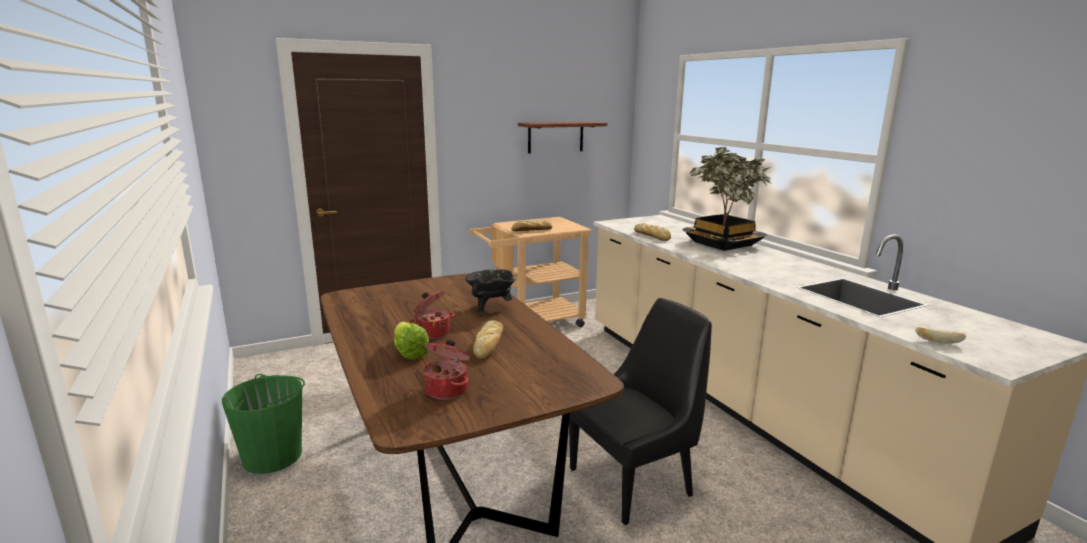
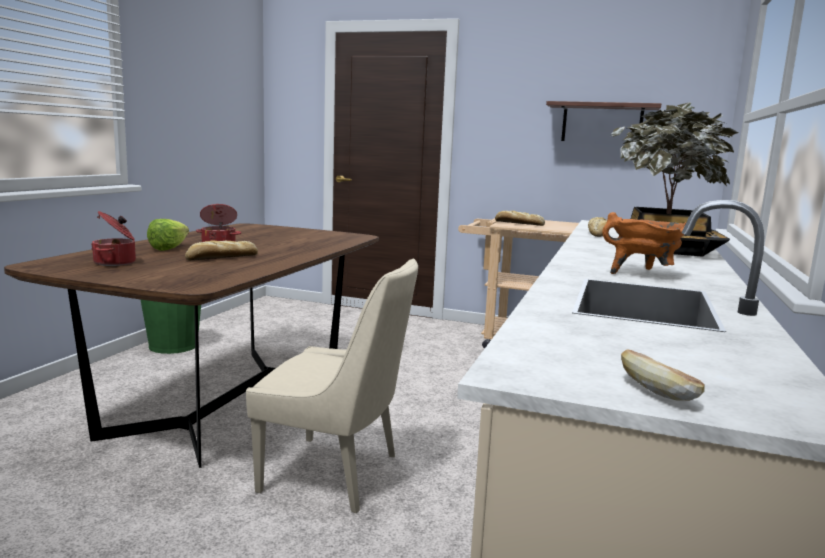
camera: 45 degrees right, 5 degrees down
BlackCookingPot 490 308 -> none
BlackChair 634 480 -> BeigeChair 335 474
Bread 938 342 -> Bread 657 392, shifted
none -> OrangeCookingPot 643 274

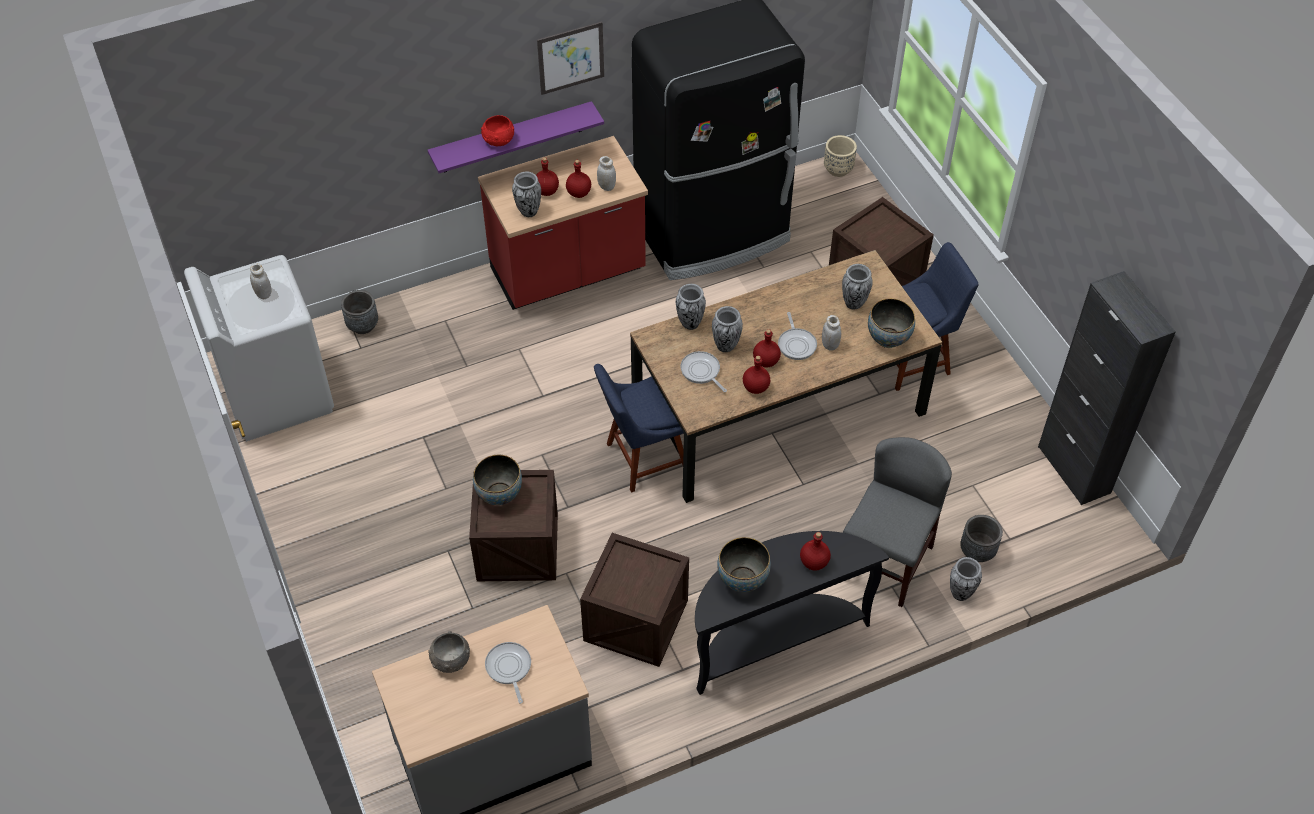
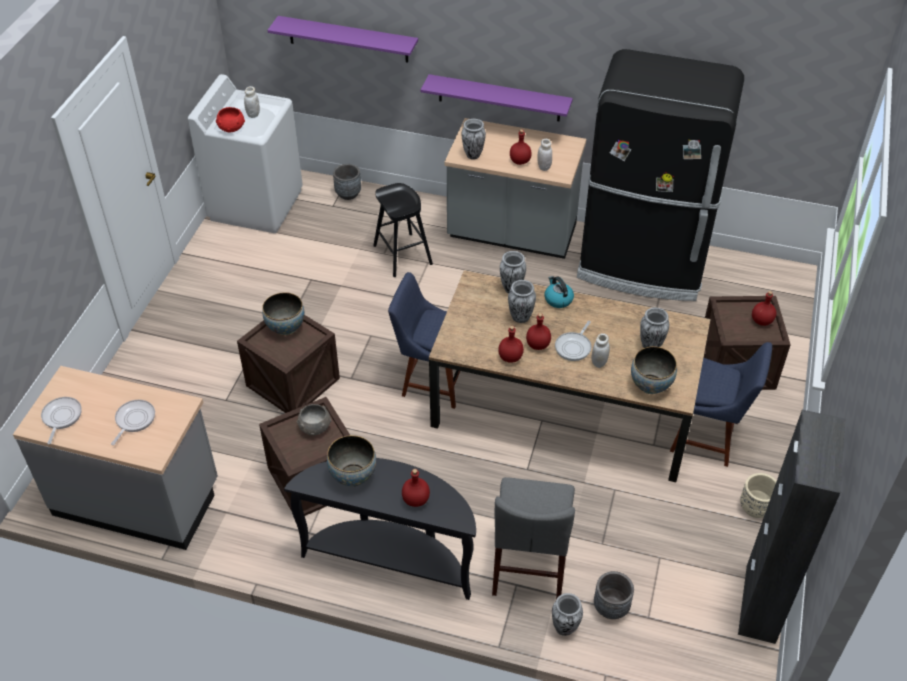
camera: 40 degrees right, 5 degrees down
Picture 571 58 -> none
RedBowl 498 140 -> RedBowl 231 128, shifted
BeigePlanter 838 169 -> BeigePlanter 755 508, shifted
RedCounter 568 273 -> GreyCounter 511 234
RedBottle 547 191 -> RedBottle 762 321, shifted
FryingPan 701 372 -> FryingPan 61 417, shifted
GreyChair 885 563 -> GreyChair 529 565, 120 degrees clockwise
GreyBowl 450 660 -> GreyBowl 314 427, shifted
none -> PurpleShelf 348 39
none -> BlackStool 402 255
none -> Kettle 558 299

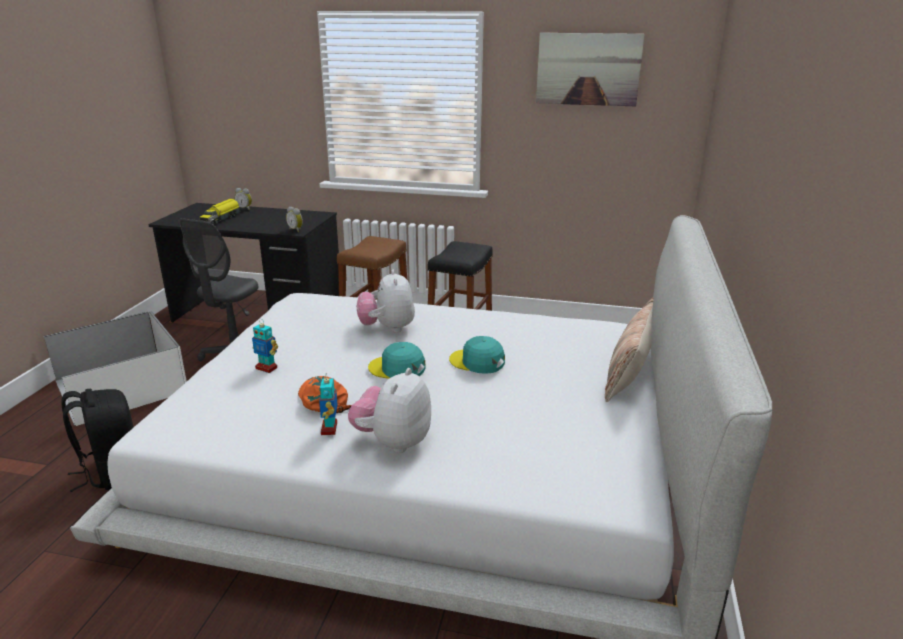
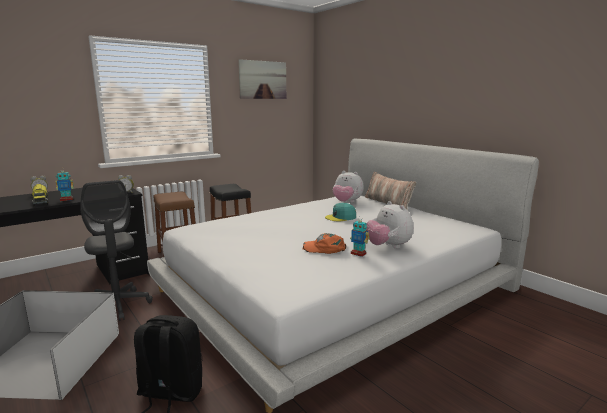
camera: 50 degrees left, 10 degrees down
PlushToy 387 328 -> PlushToy 346 202, shifted
ToyRobot 267 368 -> ToyRobot 66 199, shifted
TurquoiseCap 397 368 -> none

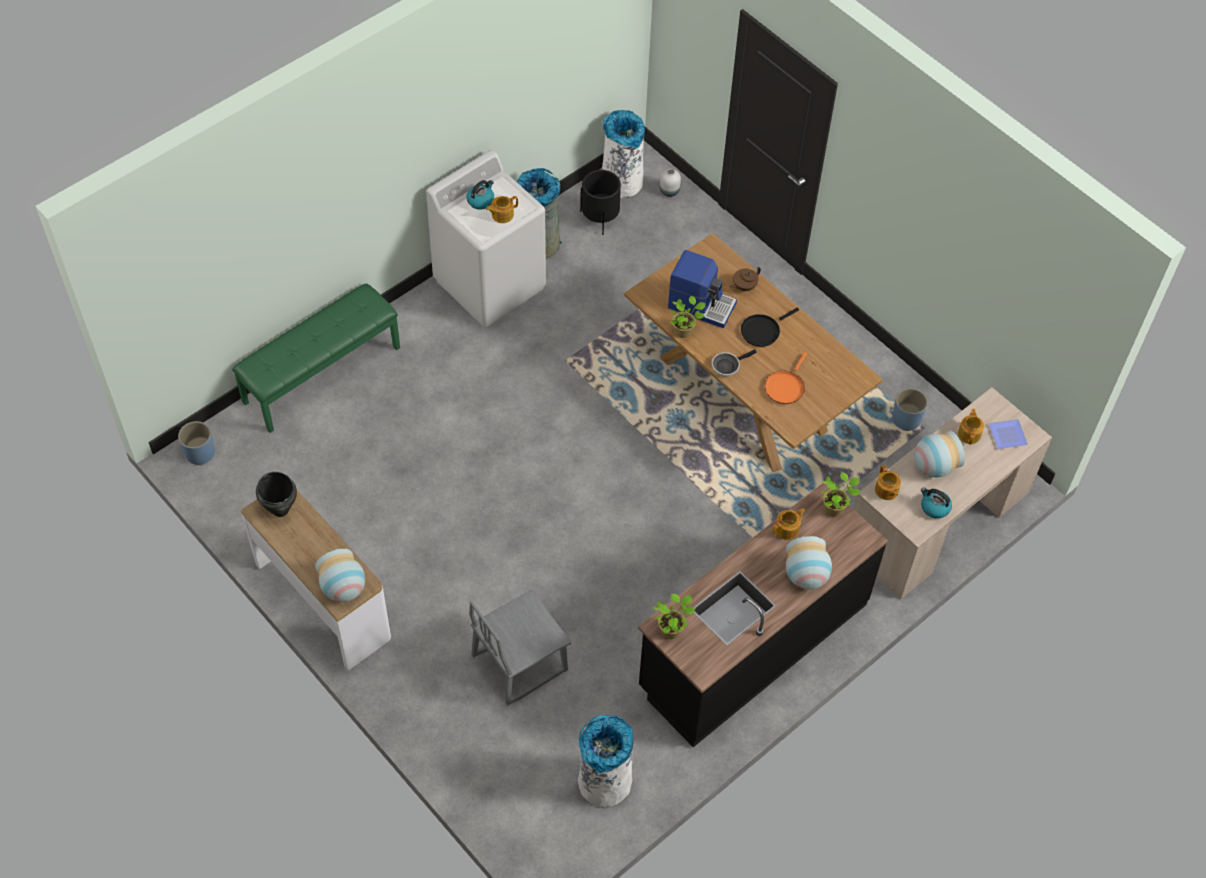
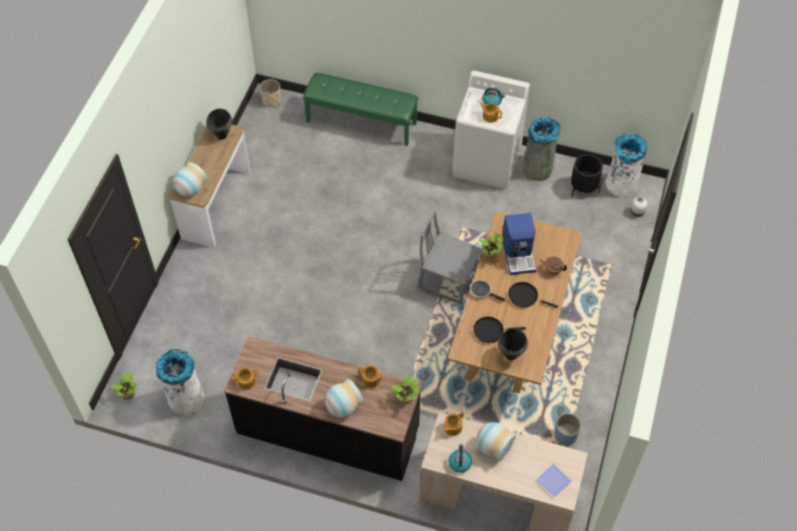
camera: 60 degrees right, 0 degrees up
OrangeFryingPan 785 387 -> BlackFryingPan 491 331
Teapot 969 434 -> Teapot 247 382, shifted
BluePlanter 200 453 -> BeigePlanter 271 100
GreyChair 519 662 -> GreyChair 448 279, shifted
PottedPlant 671 629 -> PottedPlant 129 394, shifted
none -> BlackCookingPot 511 355

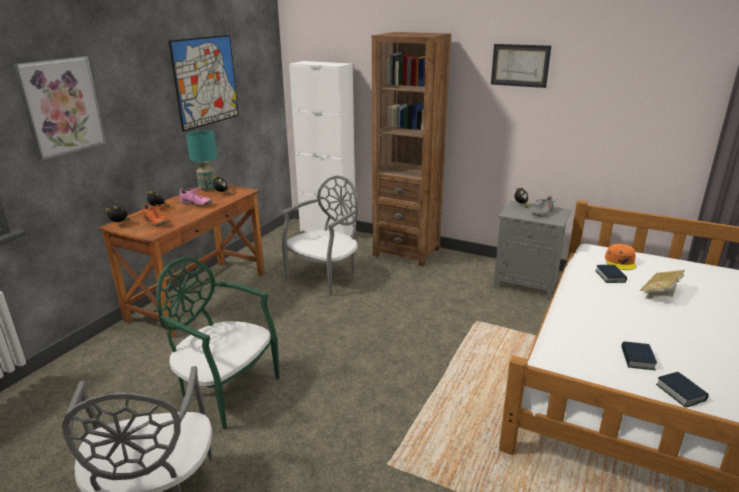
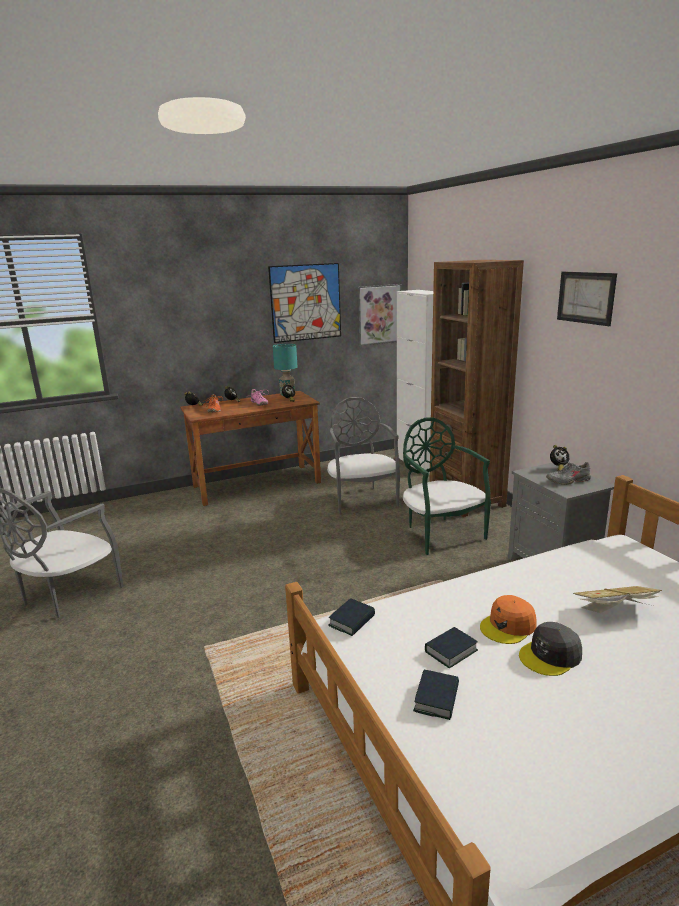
camera: 40 degrees right, 5 degrees down
Picture 61 106 -> Picture 379 314, shifted
GreyChair 325 277 -> GreyChair 362 499, 90 degrees counterclockwise
OrangeCap 620 262 -> OrangeCap 508 626, shifted
GreenChair 225 390 -> GreenChair 441 533, shifted
Book 610 276 -> Book 352 621, shifted
none -> GreyCap 550 655

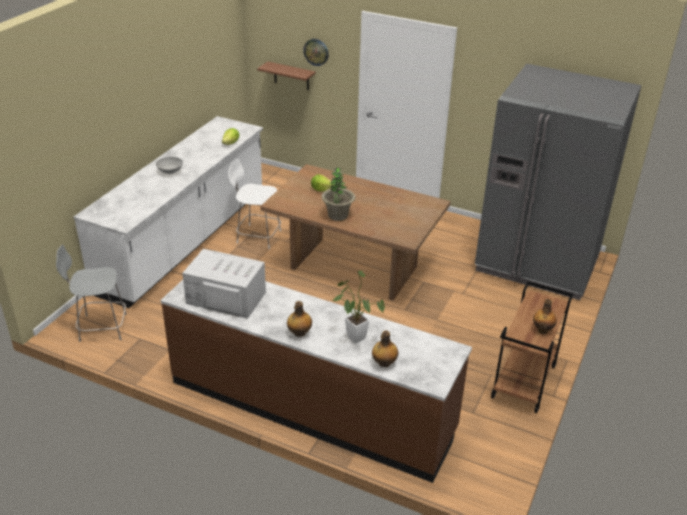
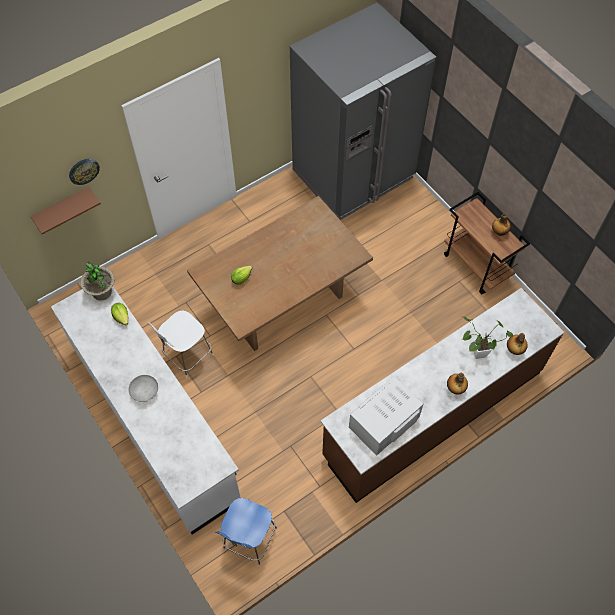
camera: 60 degrees left, 25 degrees up
PottedPlant 337 215 -> PottedPlant 102 292, shifted
GreyChair 101 327 -> BlueChair 249 539

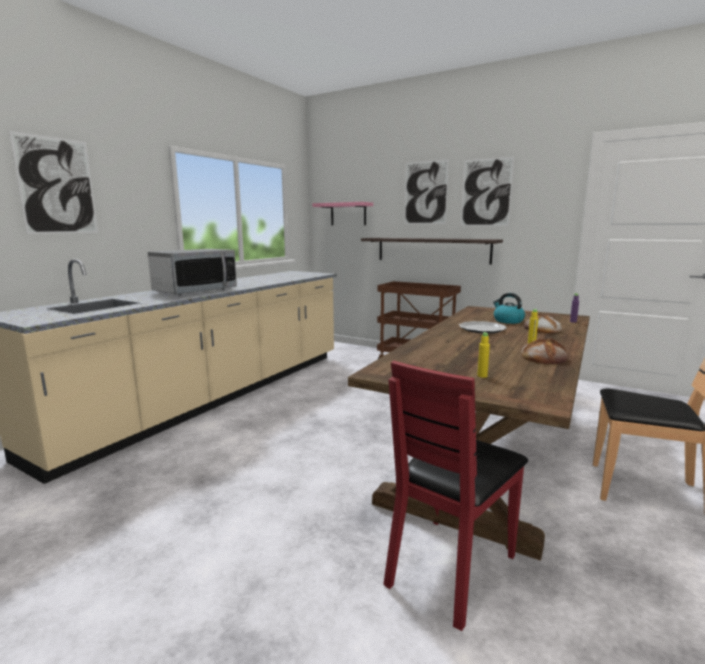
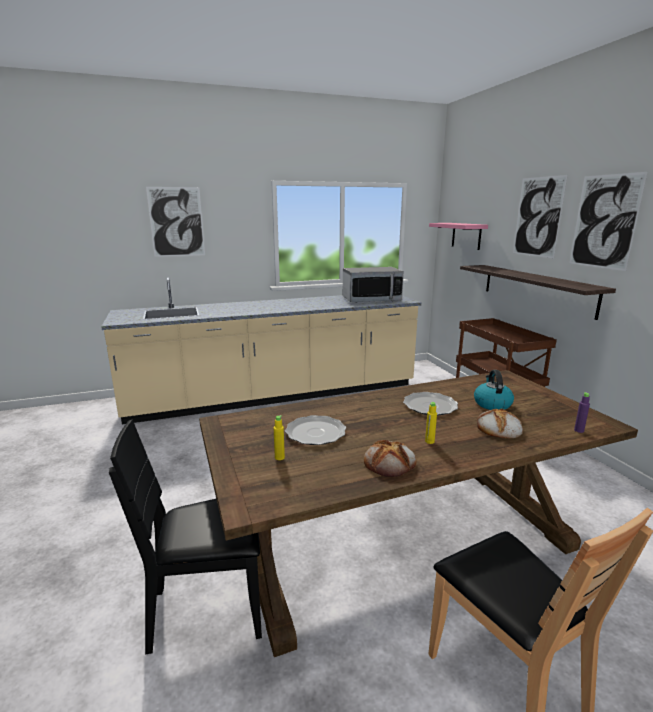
camera: 40 degrees right, 5 degrees up
Microwave 195 290 -> Microwave 371 300, shifted
RedChair 450 568 -> BlackChair 208 610
none -> Plate 316 433

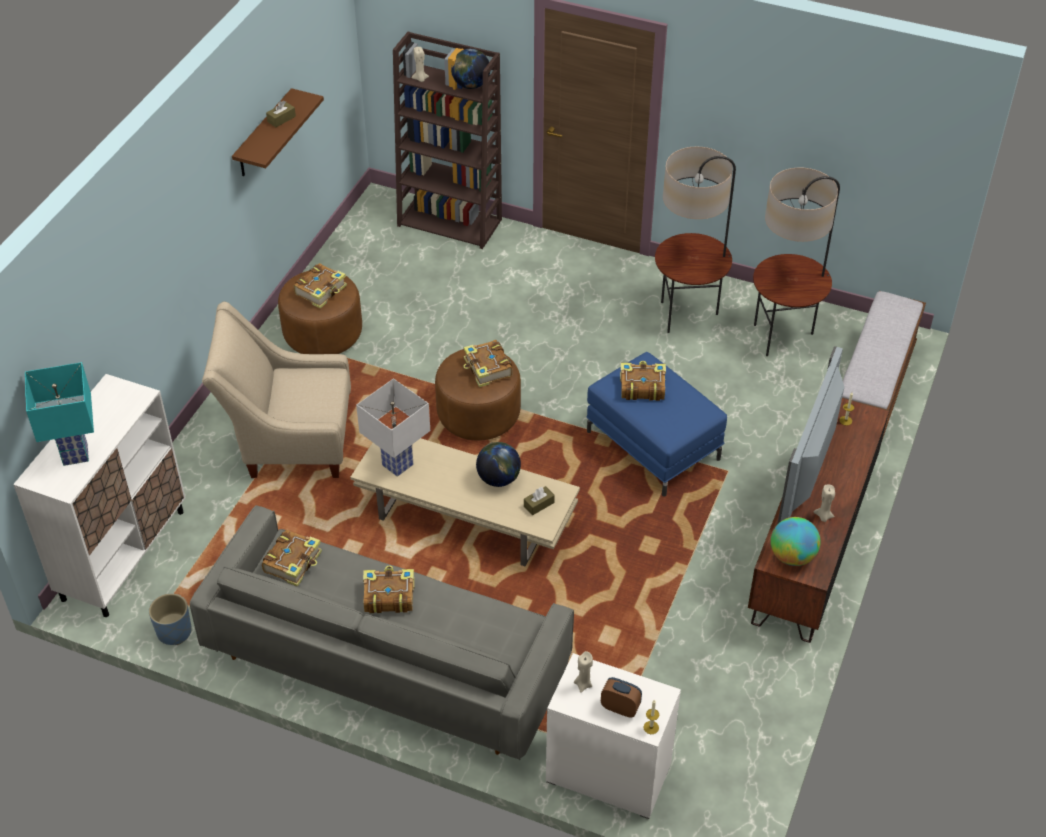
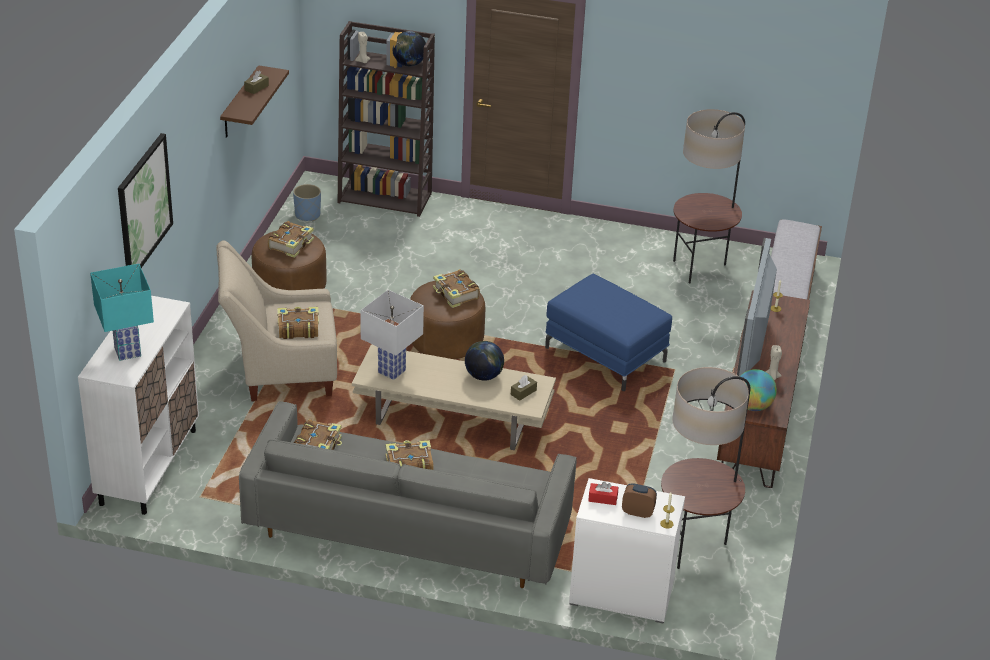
camera: 10 degrees left, 10 degrees down
FloorLamp 687 316 -> FloorLamp 694 548, shifted
Book 641 387 -> Book 297 328, shifted
BluePlanter 174 632 -> BluePlanter 307 215, shifted
BeigeCandle 583 684 -> RedTissueBox 602 498
none -> Picture 144 206

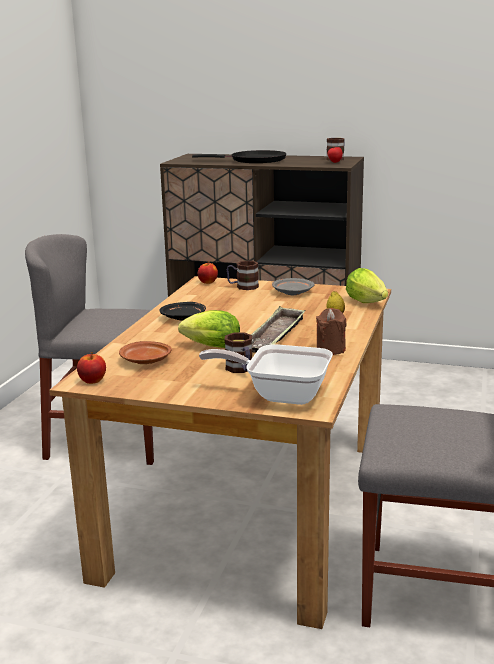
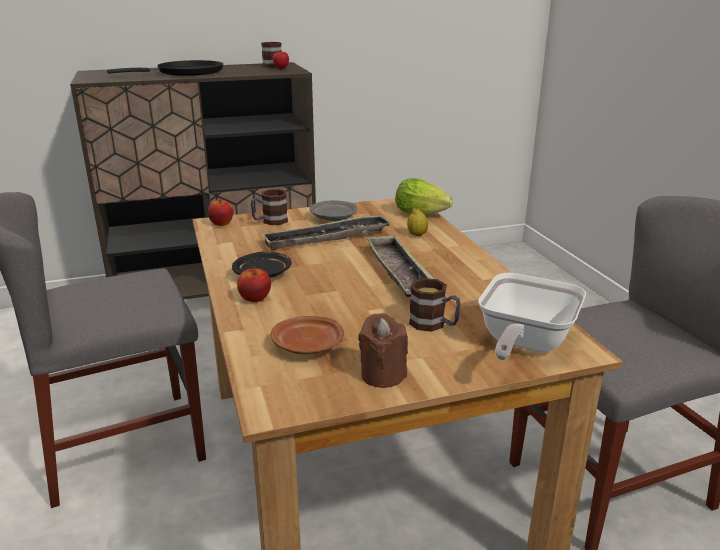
camera: 35 degrees left, 5 degrees up
BrownCandle 330 350 -> BrownCandle 382 375, shifted
Lettuce 209 346 -> none
FryingPan 280 394 -> FryingPan 523 344, 45 degrees counterclockwise
Apple 92 381 -> Apple 255 299, shifted
none -> Tray 327 238

